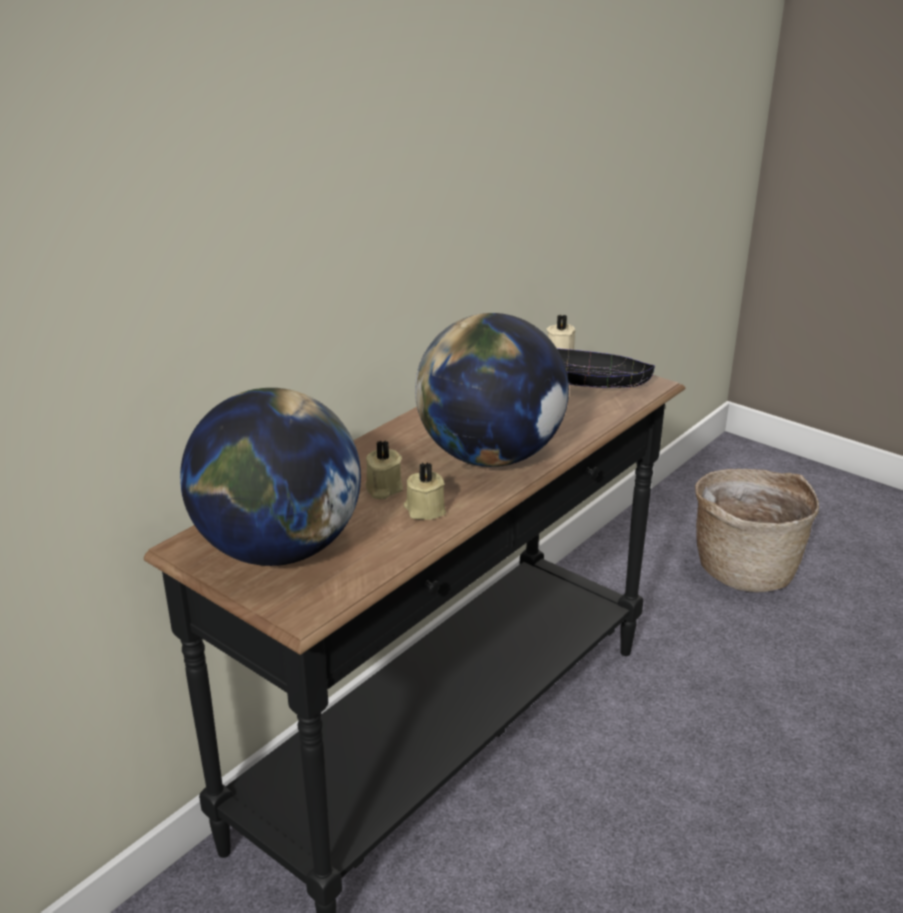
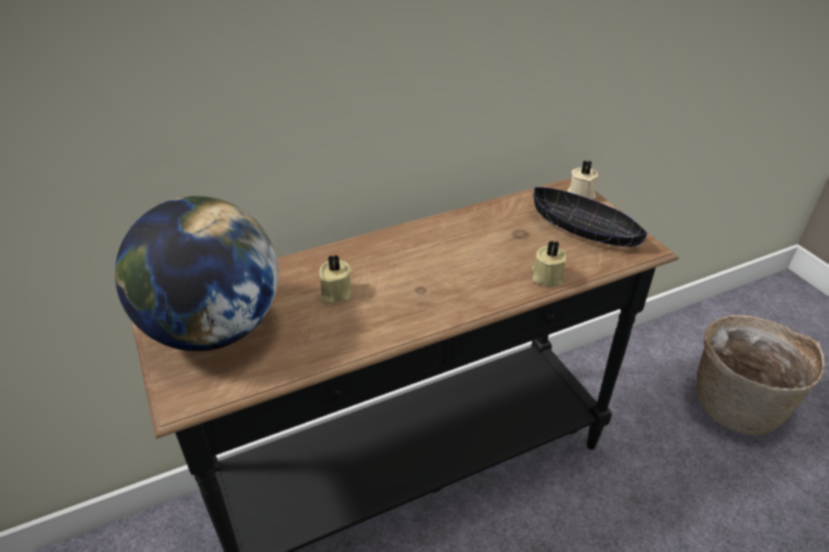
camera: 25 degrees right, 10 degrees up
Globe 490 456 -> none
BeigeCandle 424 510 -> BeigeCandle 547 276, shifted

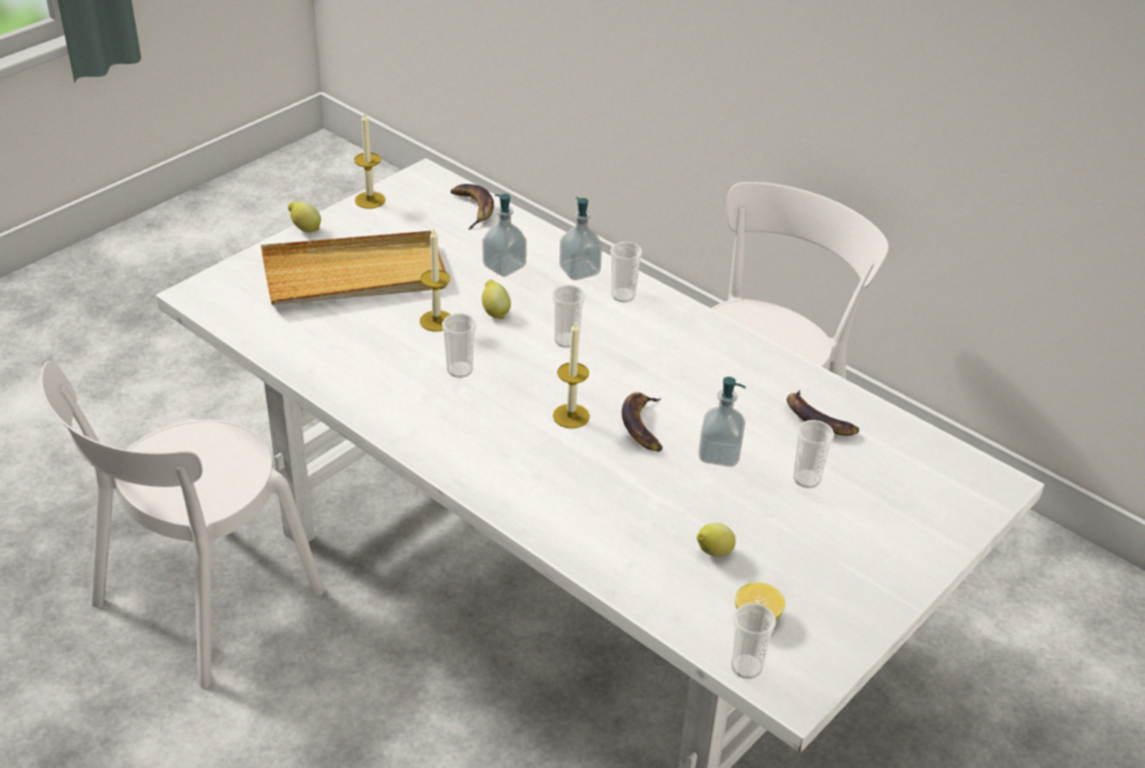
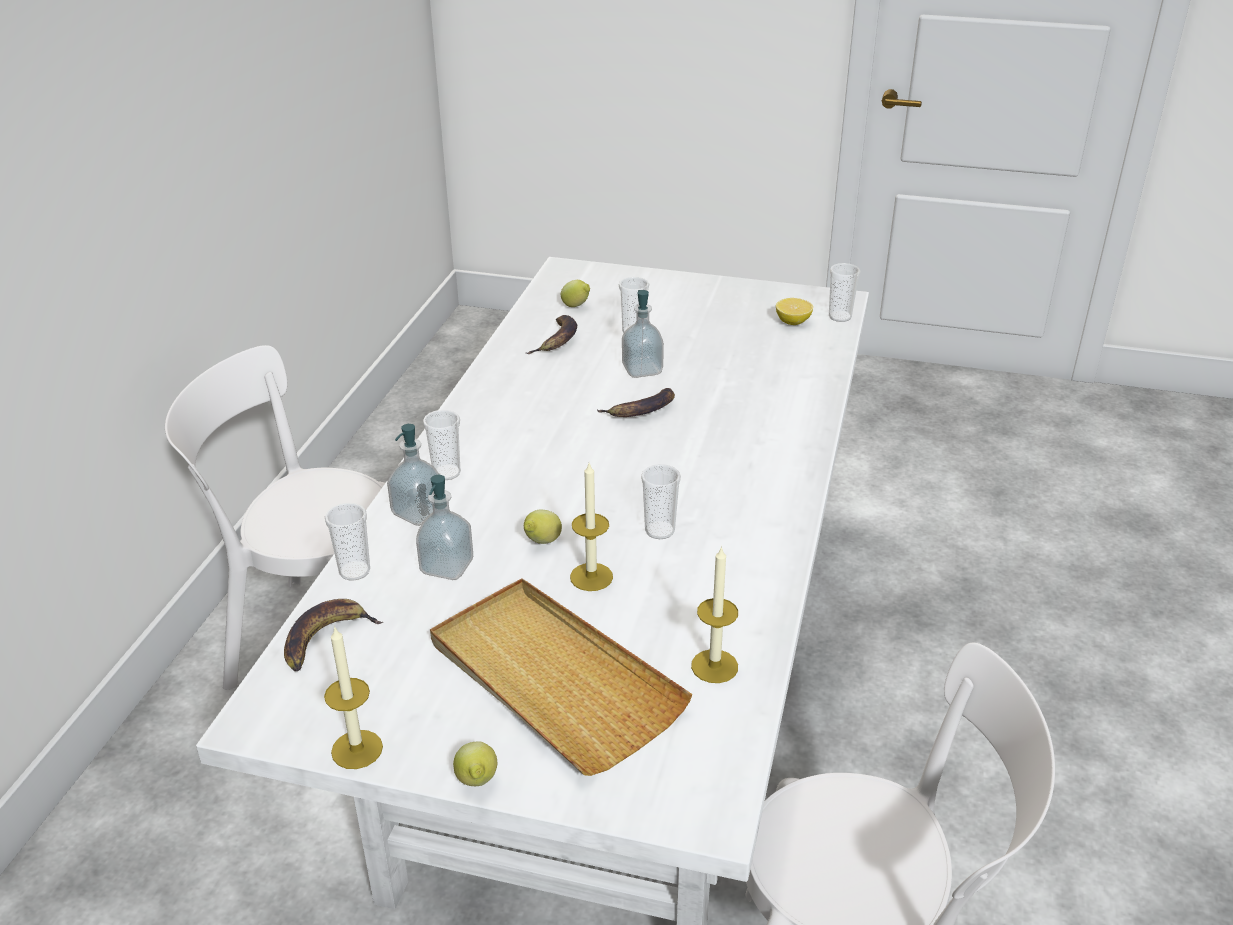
camera: 115 degrees left, 5 degrees down
Cup 566 340 -> Cup 354 571, shifted
Candle 571 416 -> Candle 714 666, shifted
Lemon 713 553 -> Lemon 576 306, shifted

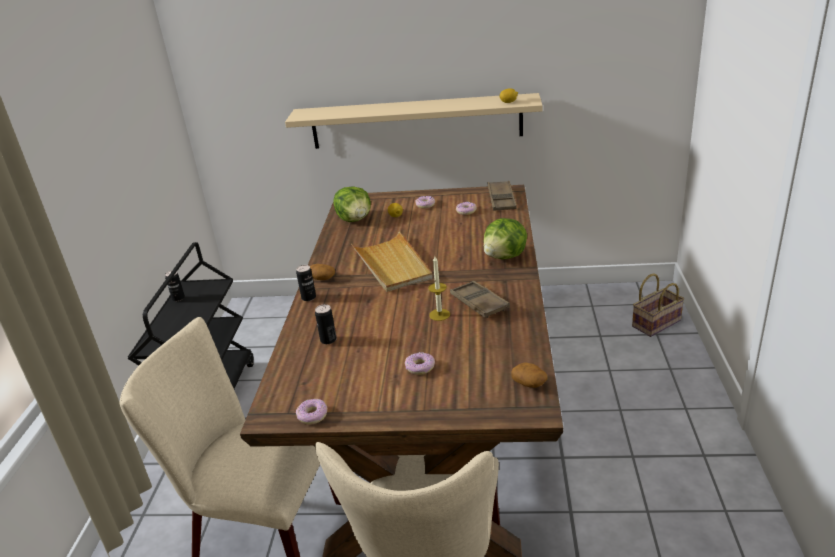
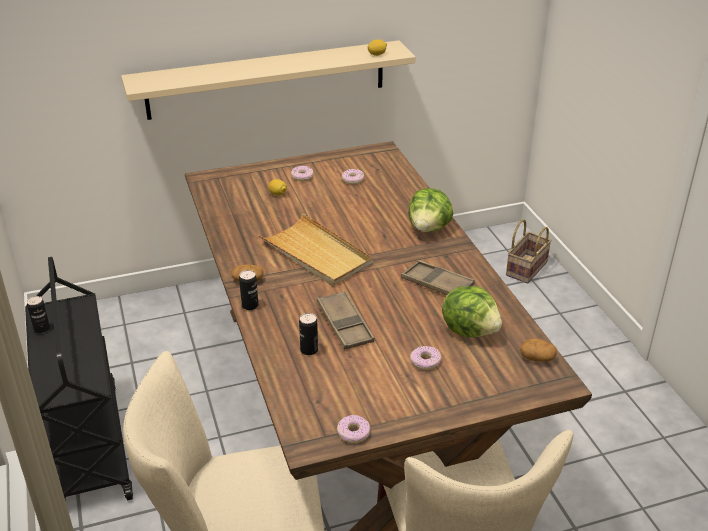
camera: 25 degrees left, 5 degrees up
BrownTray 501 199 -> BrownTray 345 324, shifted
Lettuce 355 219 -> Lettuce 470 330, shifted
Candle 439 314 -> none

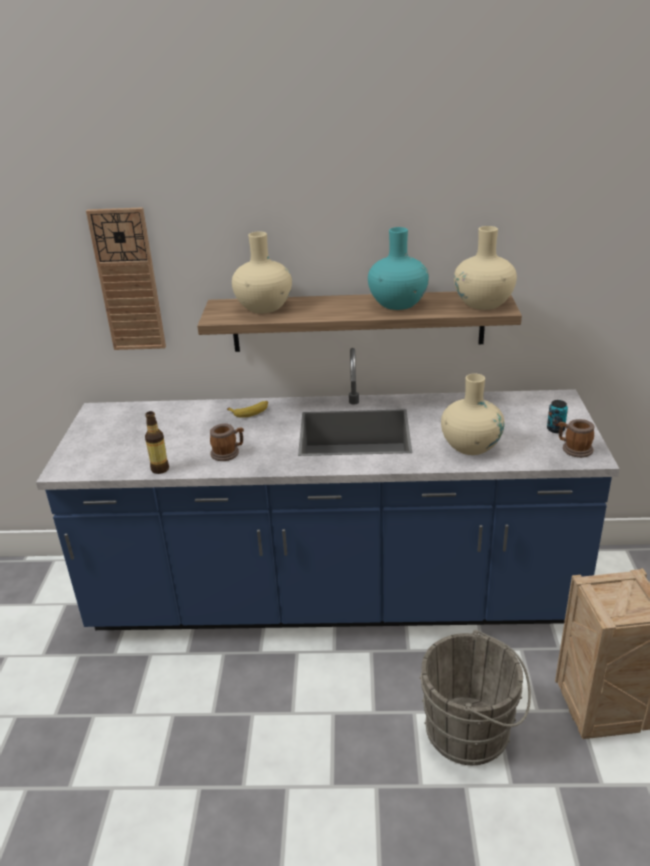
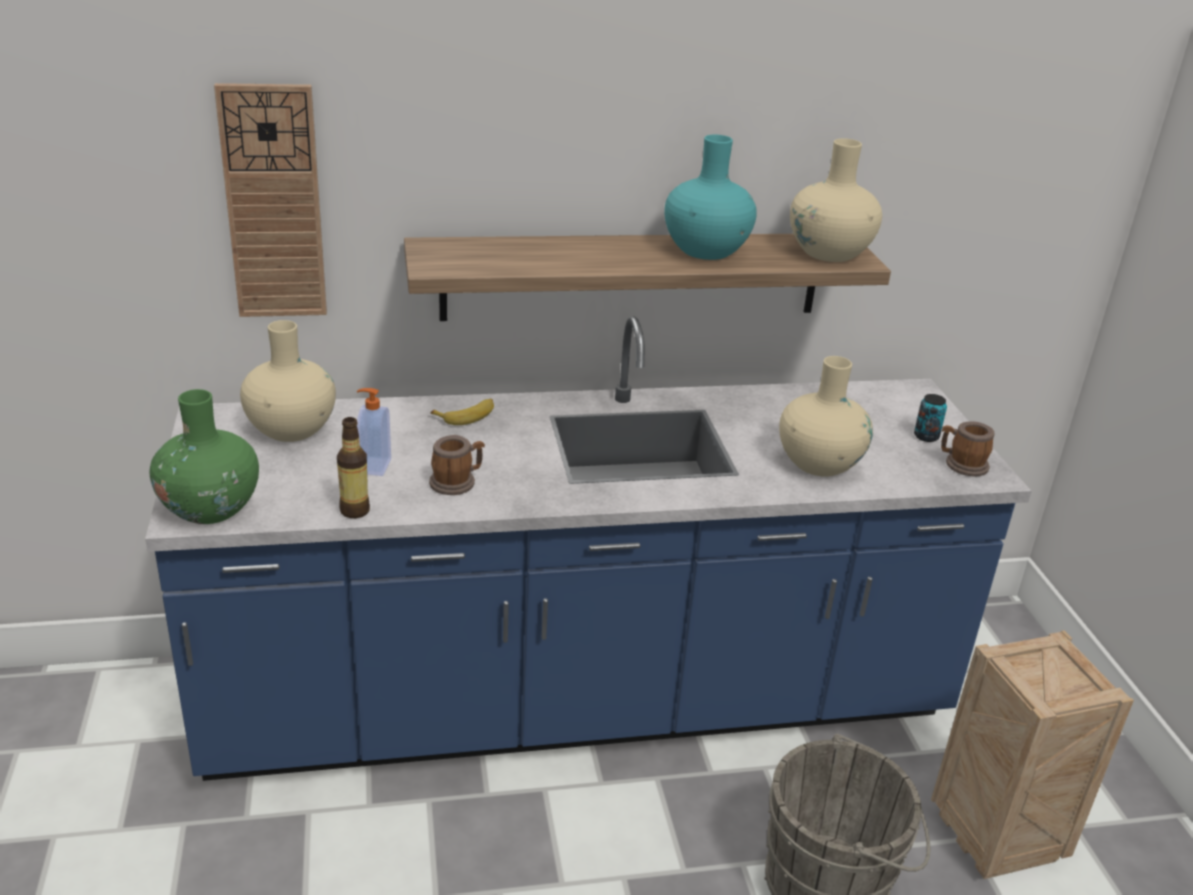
camera: 15 degrees left, 0 degrees up
BeigeVase 264 307 -> BeigeVase 291 429, shifted
none -> SoapDispenser 374 466
none -> GreenVase 210 508

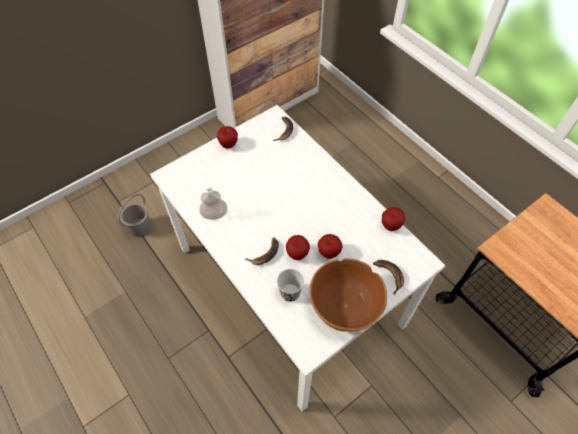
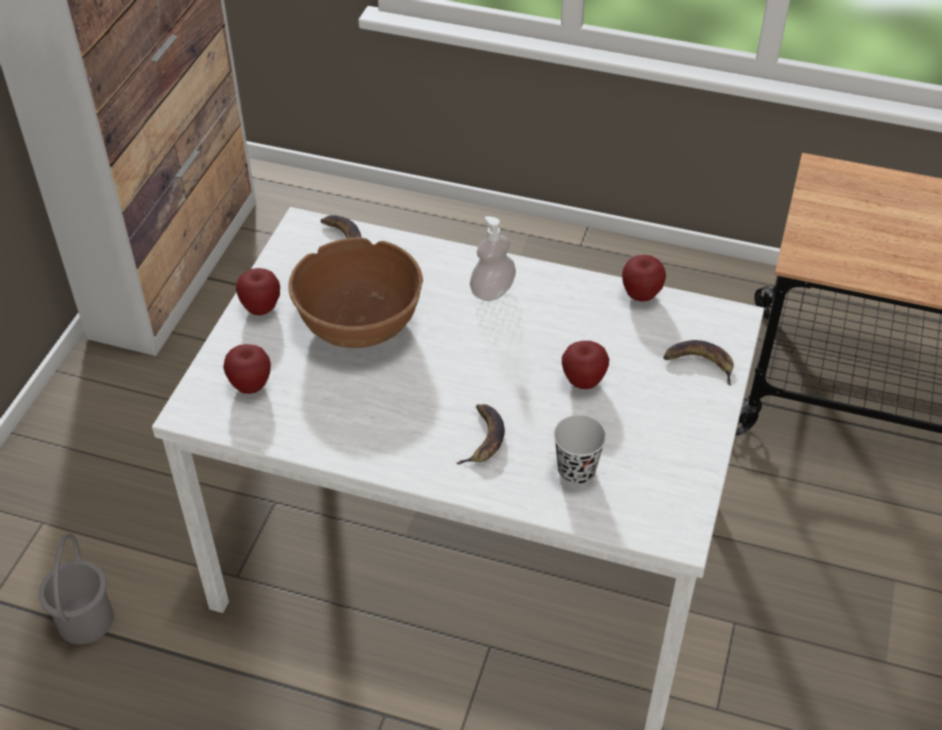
camera: 35 degrees left, 10 degrees down
SoapDispenser 214 214 -> SoapDispenser 492 291, shifted
Apple 297 254 -> Apple 251 386, shifted
BrownBowl 344 306 -> BrownBowl 359 324, shifted

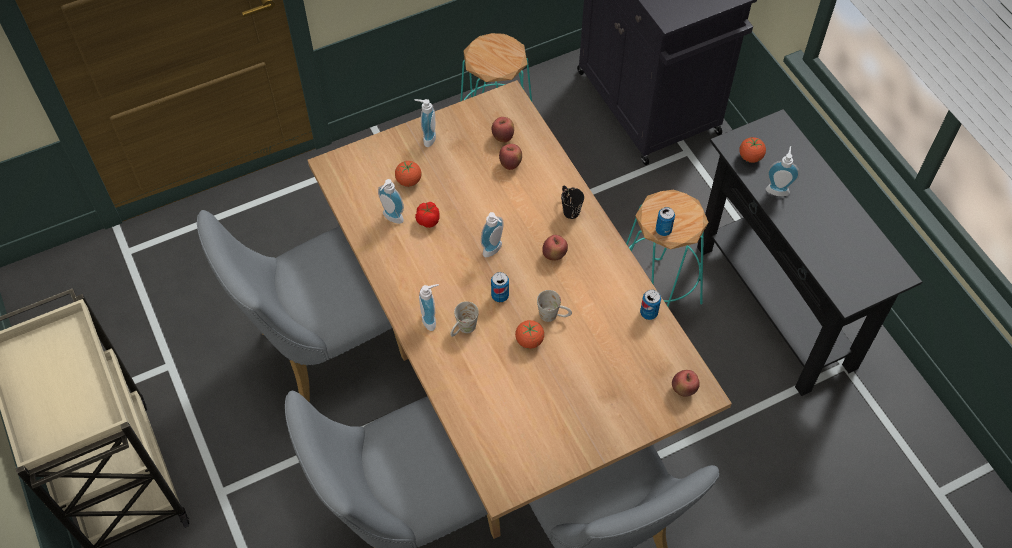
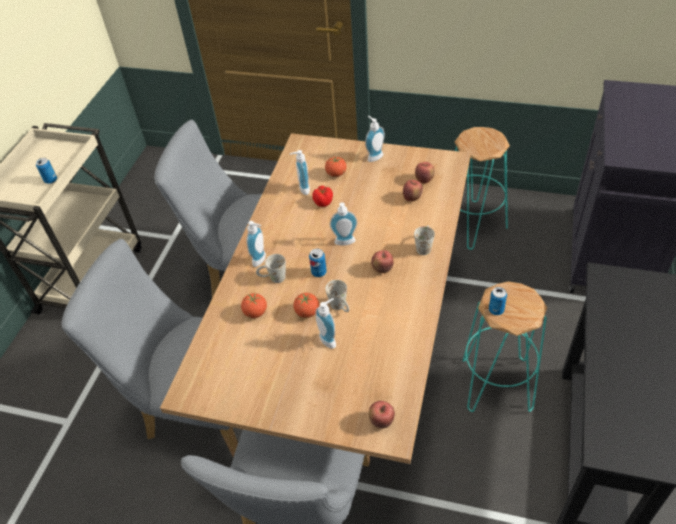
camera: 45 degrees right, 10 degrees down
Tomato 750 157 -> Tomato 255 312, shifted
SoapDispenser 777 189 -> SoapDispenser 330 339, shifted
BlackMug 568 208 -> WhiteMug 424 246
Can 648 313 -> Can 51 180, shifted

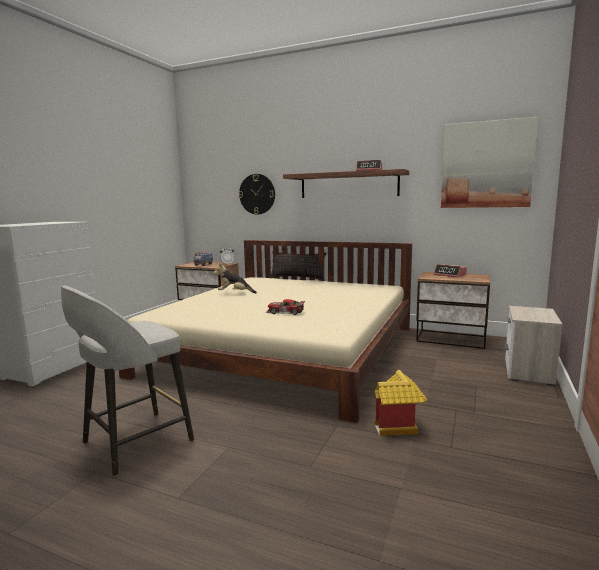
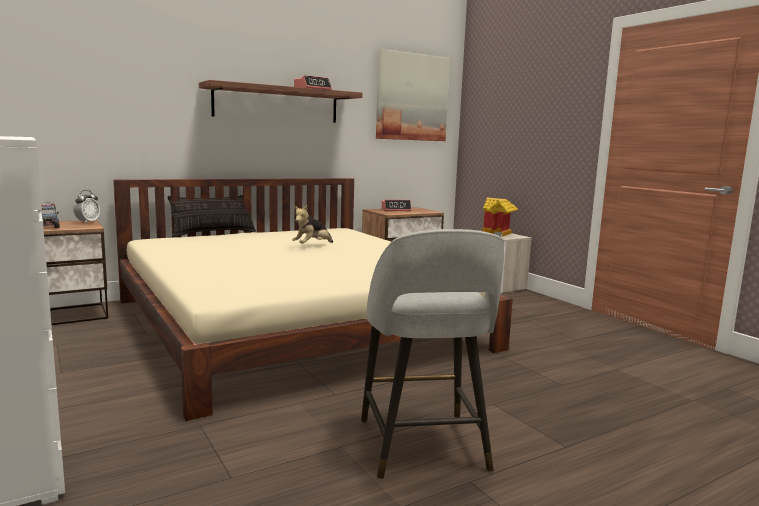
camera: 55 degrees left, 0 degrees up
WallClock 257 194 -> none
PlushToy 234 293 -> PlushToy 312 246, shifted
ToyCar 285 312 -> none
ToyHouse 398 427 -> ToyHouse 499 233, shifted

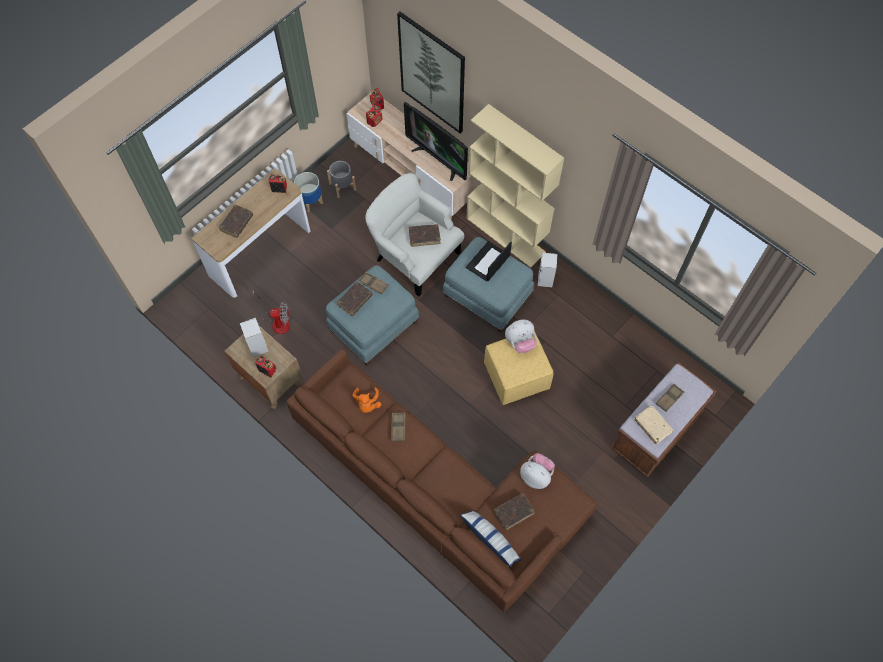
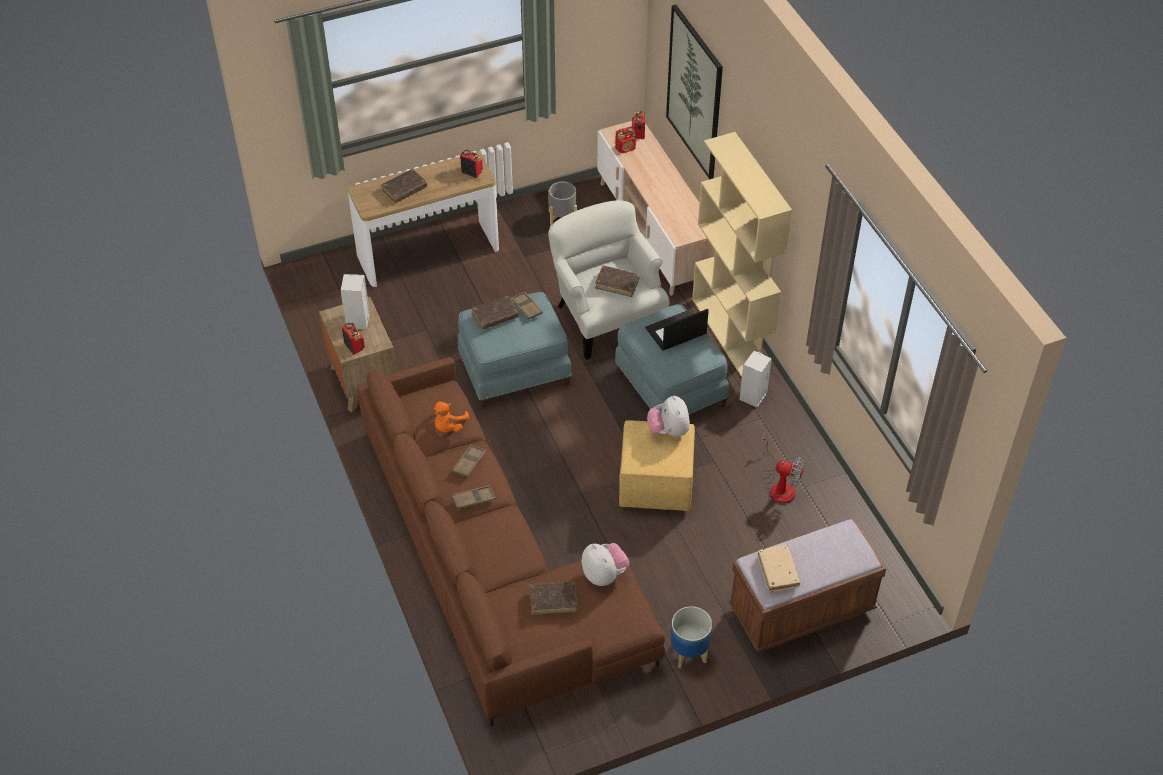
camera: 25 degrees right, 15 degrees down
Television 438 159 -> none
Planter 310 201 -> Planter 688 652, shifted
Fan 277 321 -> Fan 779 486, shifted
PlushToy 520 342 -> PlushToy 668 431, 75 degrees clockwise
BrownTray 669 398 -> BrownTray 473 499, shifted
Pillow 490 540 -> none

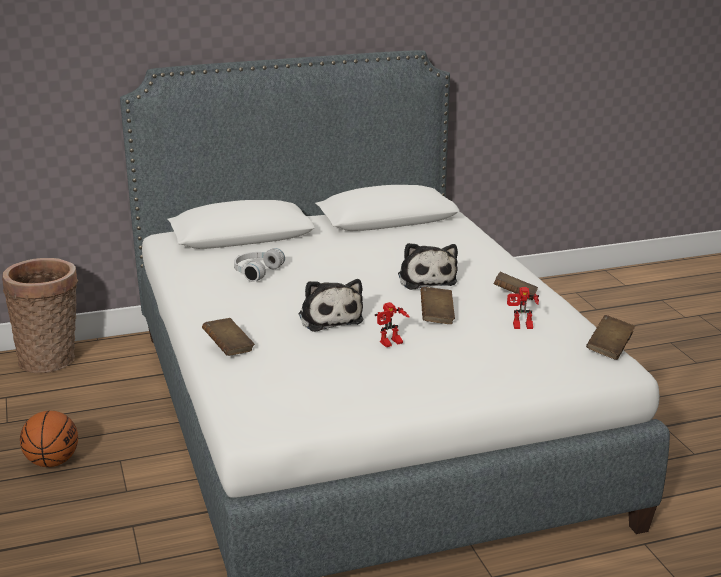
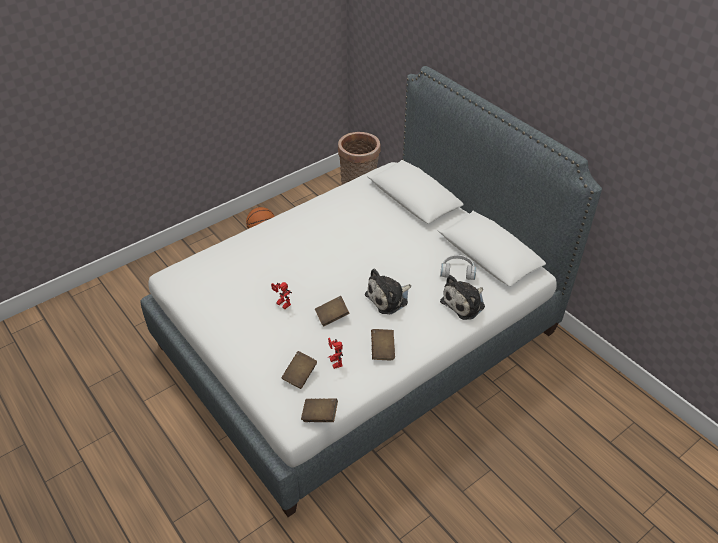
camera: 70 degrees right, 20 degrees up
WhiteHeadphones 255 272 -> WhiteHeadphones 457 271, shifted
PlushToy 329 318 -> PlushToy 465 303, shifted
BrownBook 228 348 -> BrownBook 300 375, shifted

